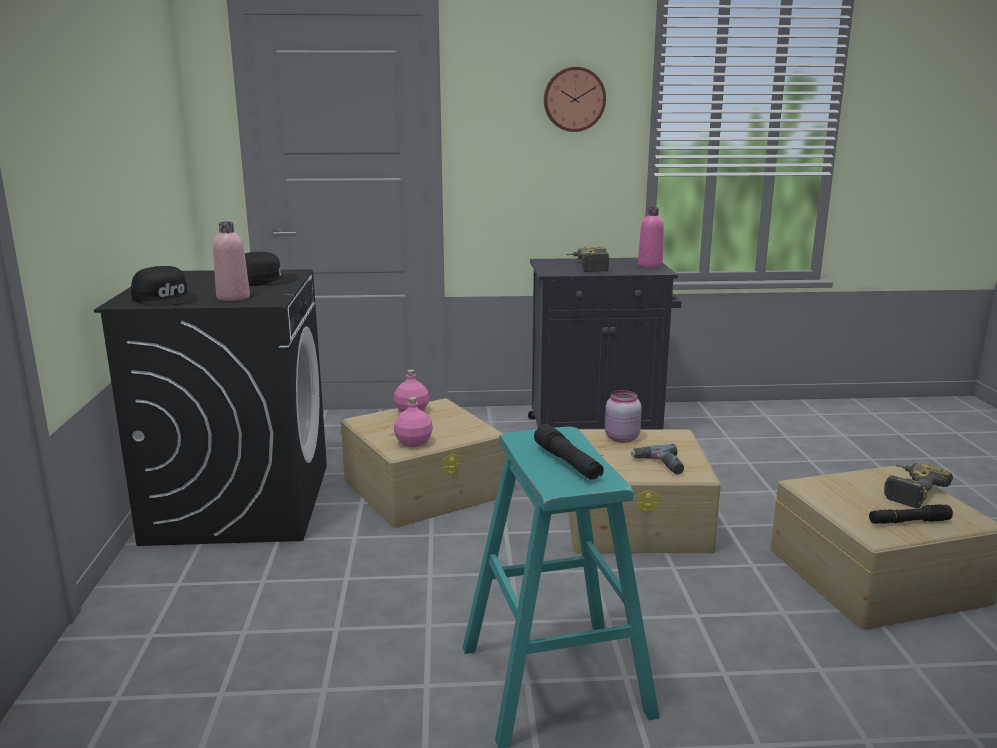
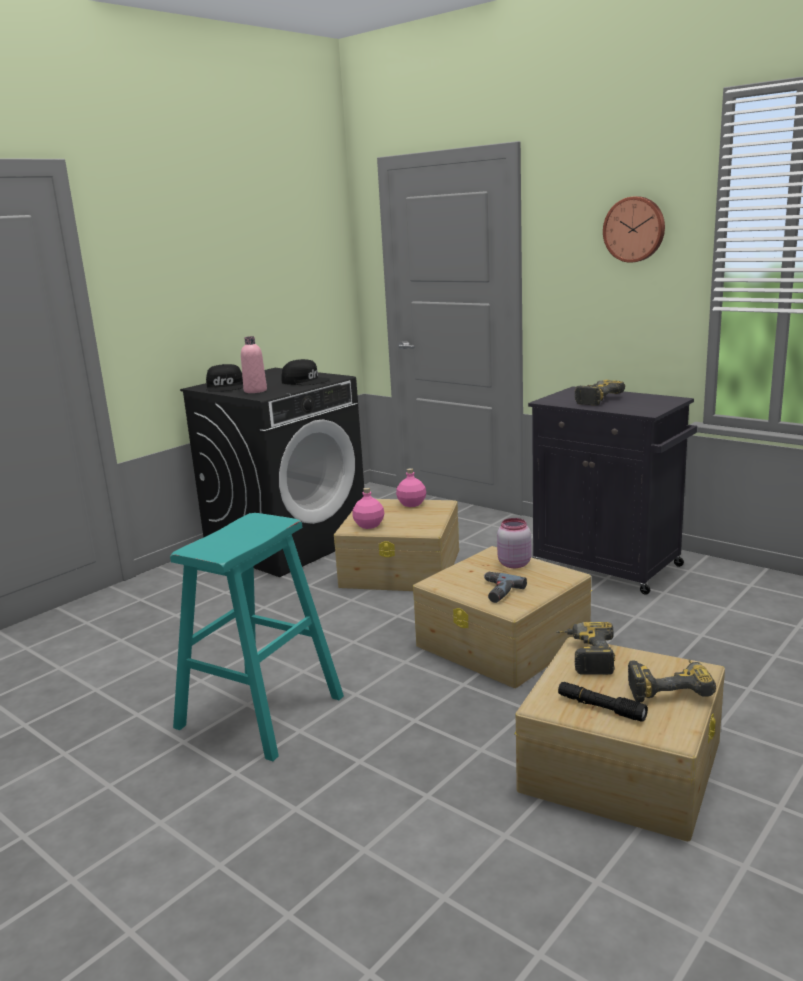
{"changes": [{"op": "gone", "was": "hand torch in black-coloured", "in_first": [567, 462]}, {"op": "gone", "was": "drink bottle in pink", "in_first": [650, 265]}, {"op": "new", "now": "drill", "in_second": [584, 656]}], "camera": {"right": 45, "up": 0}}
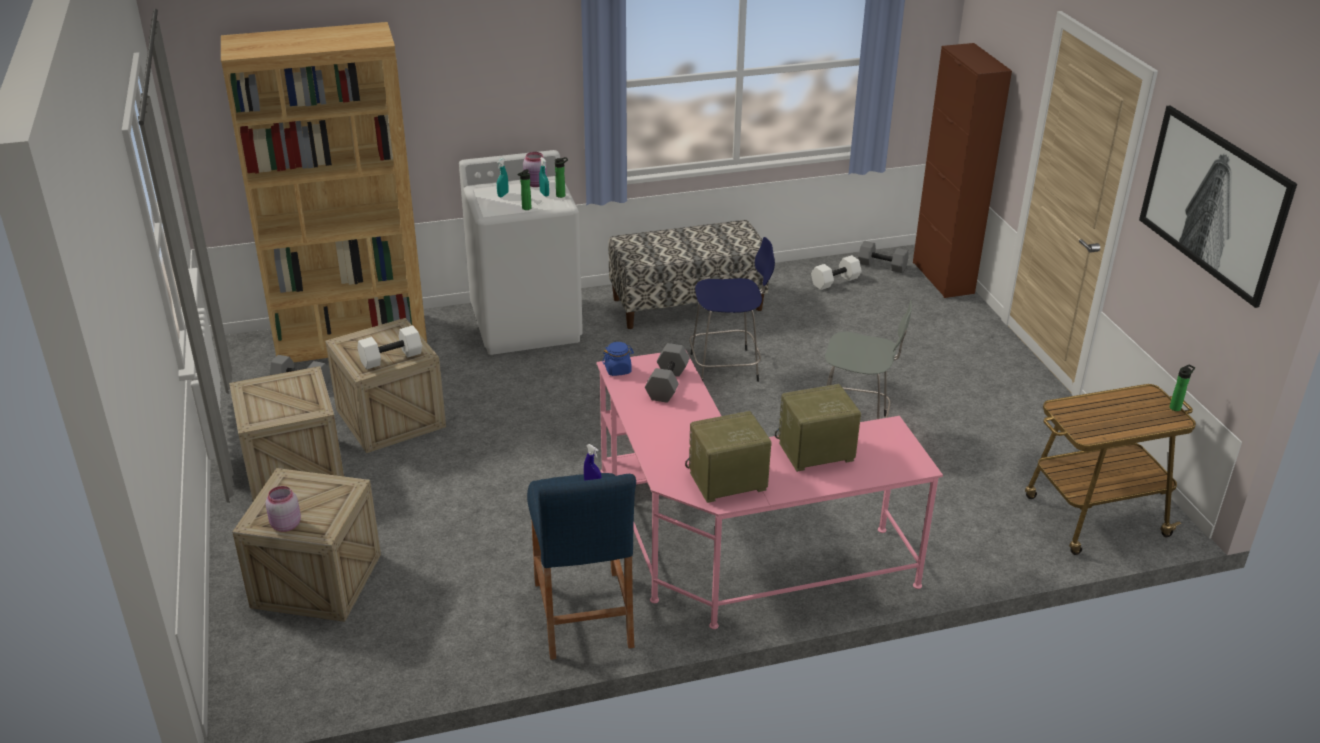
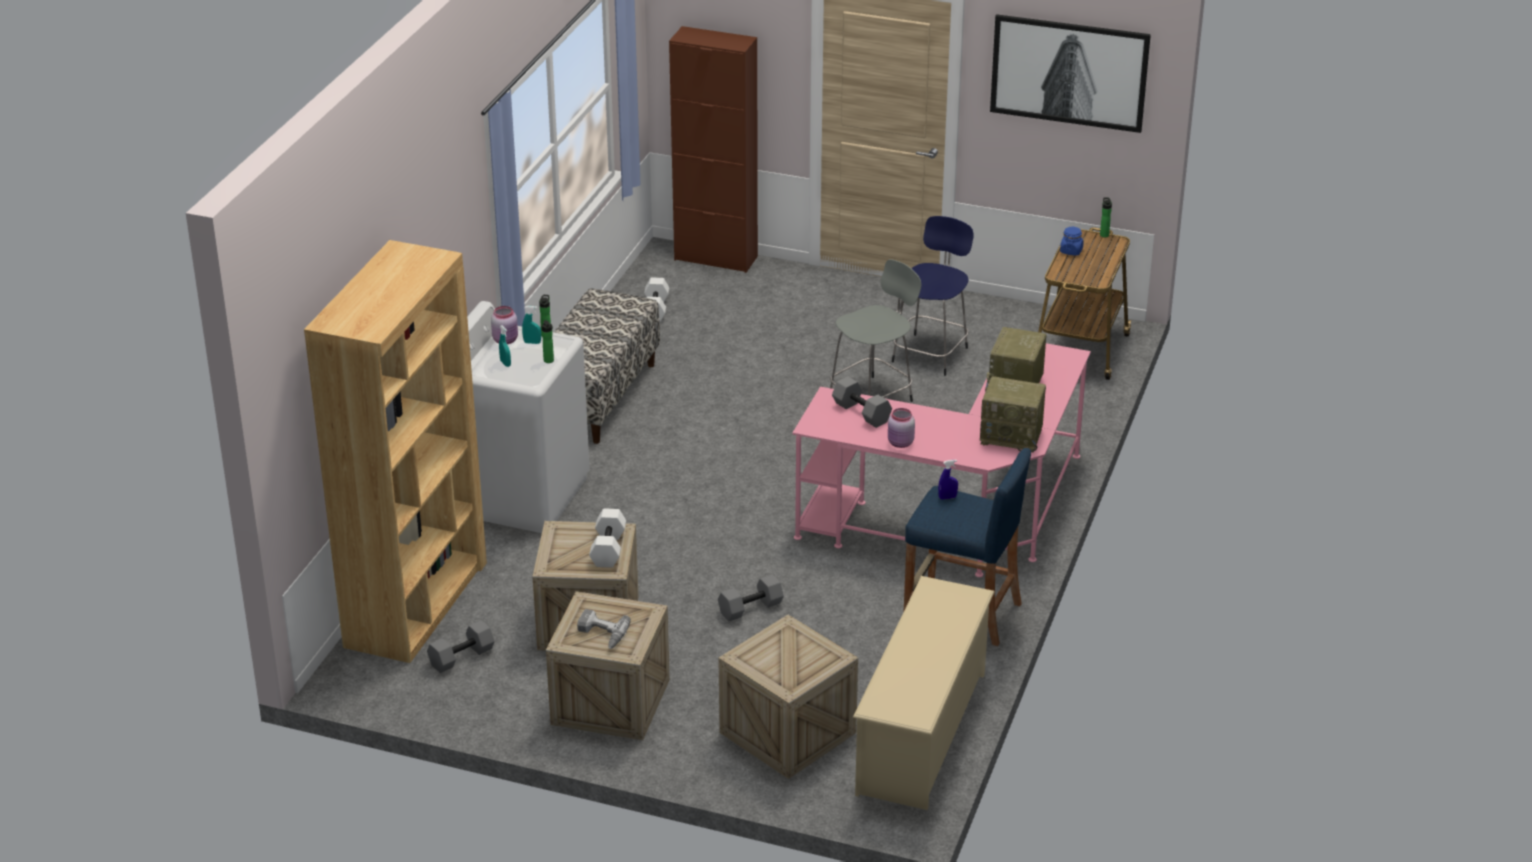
{"changes": [{"op": "shifted", "was": "storage jar in pink", "in_first": [285, 525], "in_second": [900, 443]}, {"op": "shifted", "was": "storage jar in bluish", "in_first": [618, 370], "in_second": [1071, 251]}, {"op": "rotated", "was": "radio receiver", "in_first": [726, 482], "in_second": [1012, 436], "clockwise": -90}, {"op": "shifted", "was": "stool in bluish", "in_first": [727, 367], "in_second": [931, 353]}, {"op": "shifted", "was": "dumbbell in greyish", "in_first": [882, 265], "in_second": [750, 607]}, {"op": "new", "now": "drill", "in_second": [601, 635]}, {"op": "new", "now": "shoe rack in beige", "in_second": [922, 733]}], "camera": {"right": -55, "up": 0}}
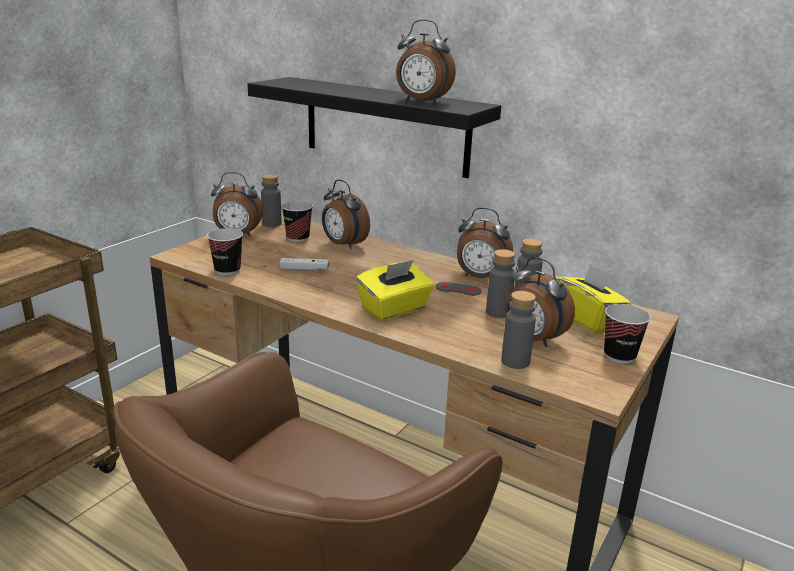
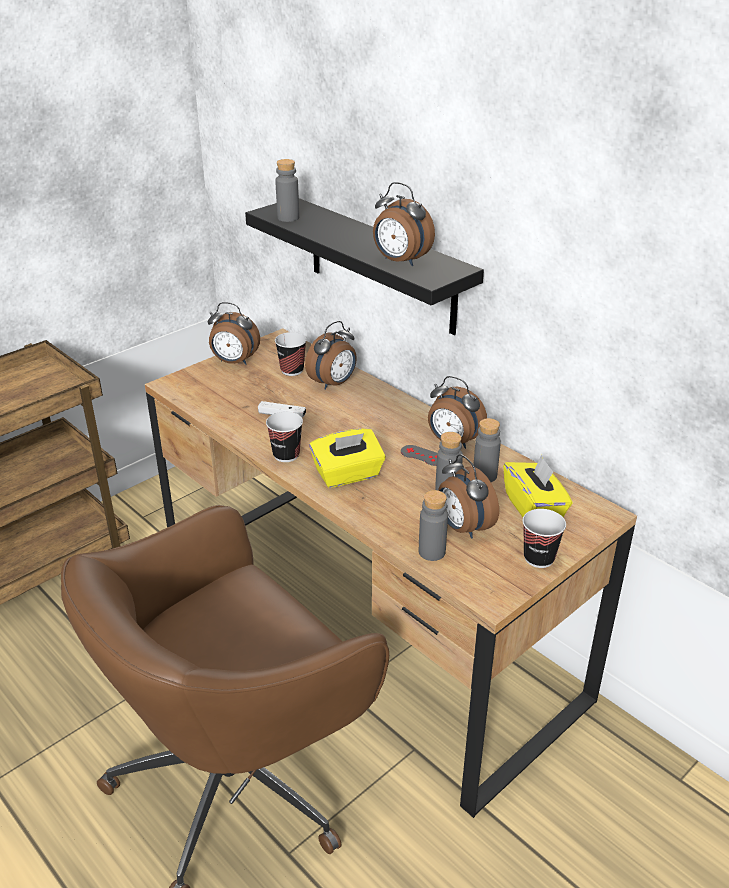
{"changes": [{"op": "shifted", "was": "drinking cup", "in_first": [227, 270], "in_second": [286, 455]}, {"op": "shifted", "was": "drink bottle in greyish", "in_first": [272, 223], "in_second": [288, 218]}, {"op": "rotated", "was": "alarm clock", "in_first": [343, 245], "in_second": [333, 384], "clockwise": -105}], "camera": {"right": 15, "up": 10}}
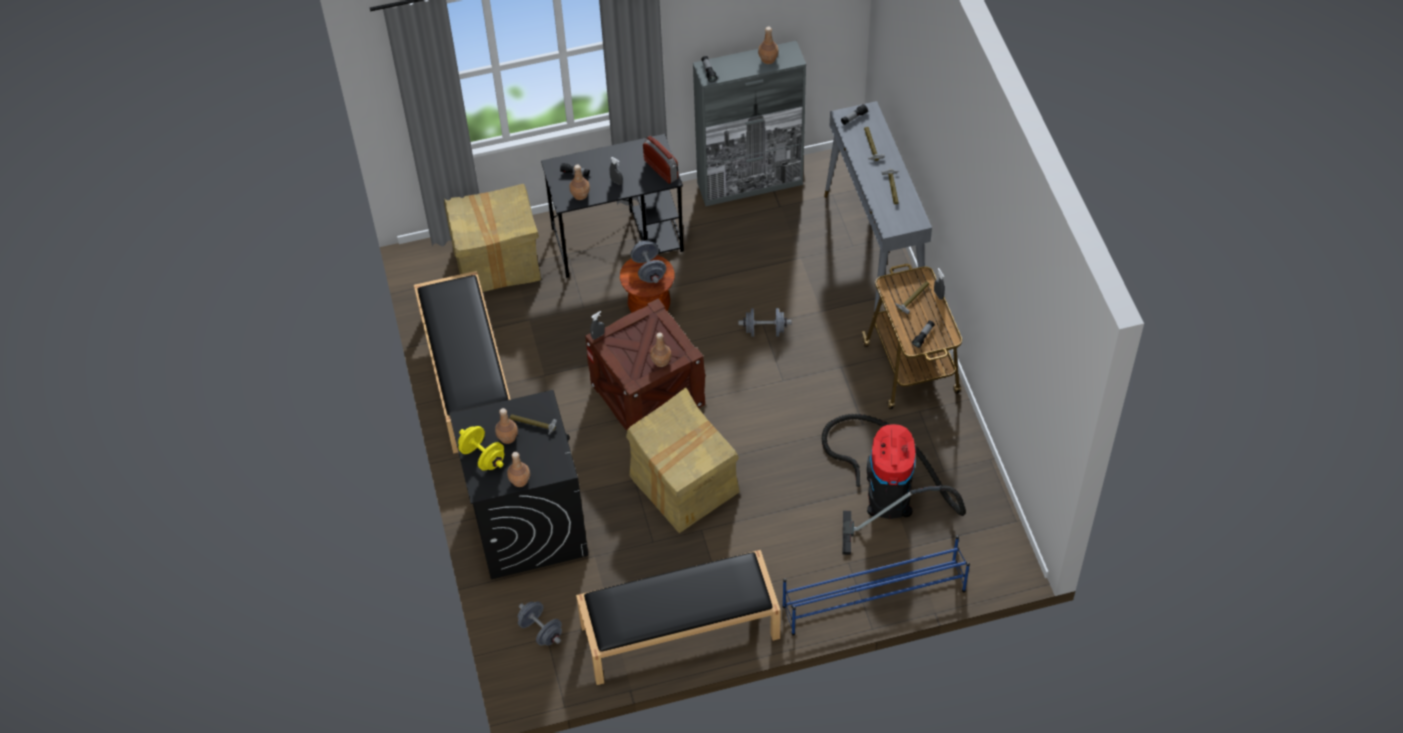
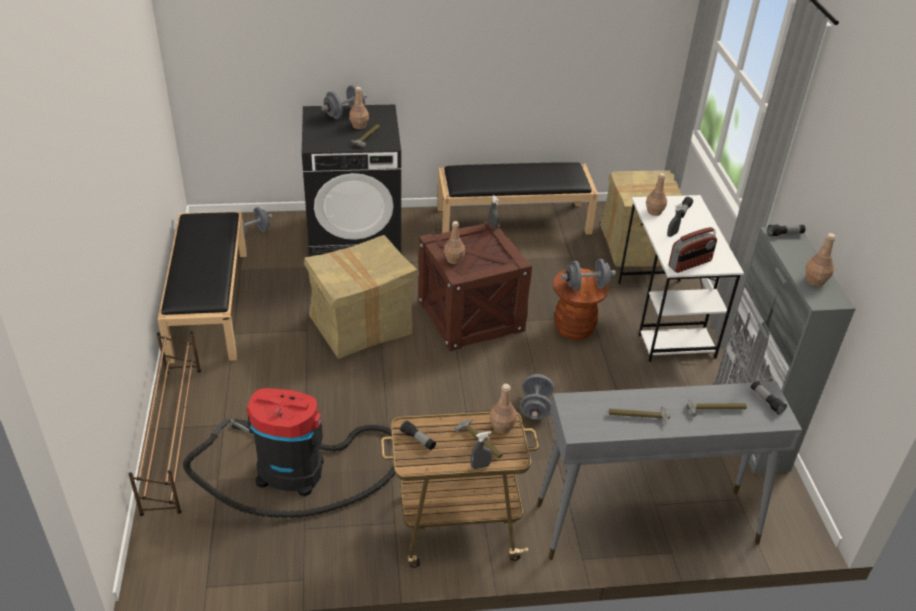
{"changes": [{"op": "repainted", "was": "dumbbell in yellow", "now": "dumbbell in greyish", "in_first": [483, 457], "in_second": [344, 114]}, {"op": "shifted", "was": "drink bottle in brown", "in_first": [519, 480], "in_second": [502, 426]}, {"op": "repainted", "was": "desk table in black-coloured", "now": "desk table in white-coloured", "in_first": [618, 239], "in_second": [665, 319]}, {"op": "repainted", "was": "shoe rack in bluish", "now": "shoe rack in brown", "in_first": [873, 598], "in_second": [173, 436]}], "camera": {"right": 95, "up": -15}}
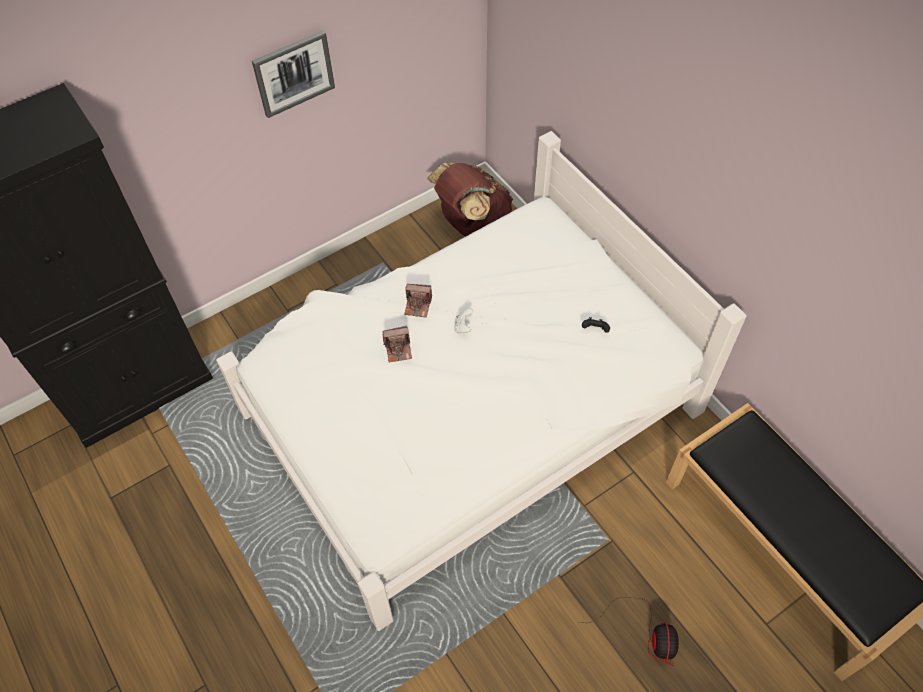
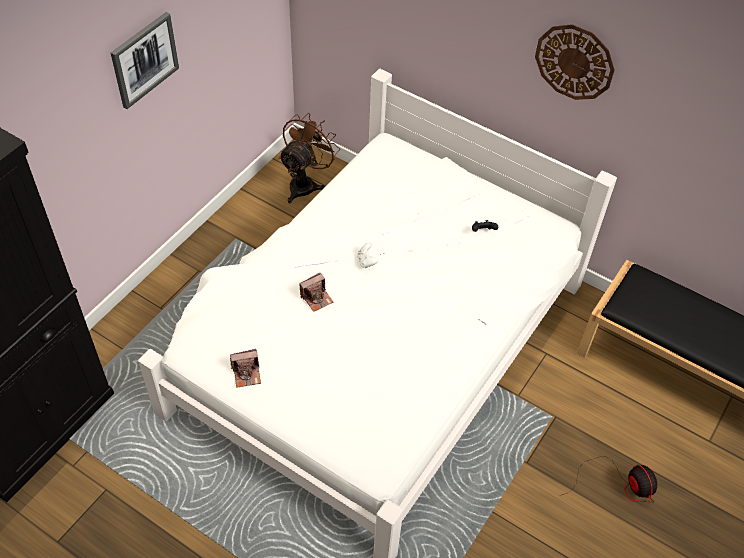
{"changes": [{"op": "shifted", "was": "still camera", "in_first": [418, 306], "in_second": [247, 374]}, {"op": "swapped", "was": "rucksack in brown", "now": "cooling fan in brown", "in_first": [472, 225], "in_second": [306, 184]}, {"op": "new", "now": "hanging clock", "in_second": [574, 62]}], "camera": {"right": -25, "up": -5}}
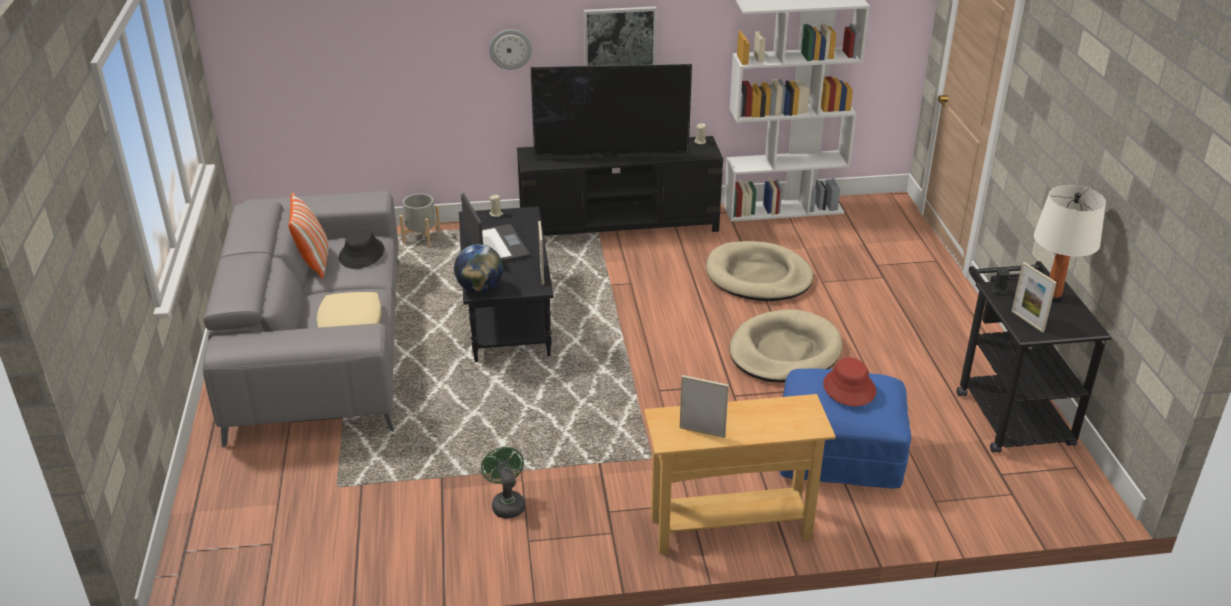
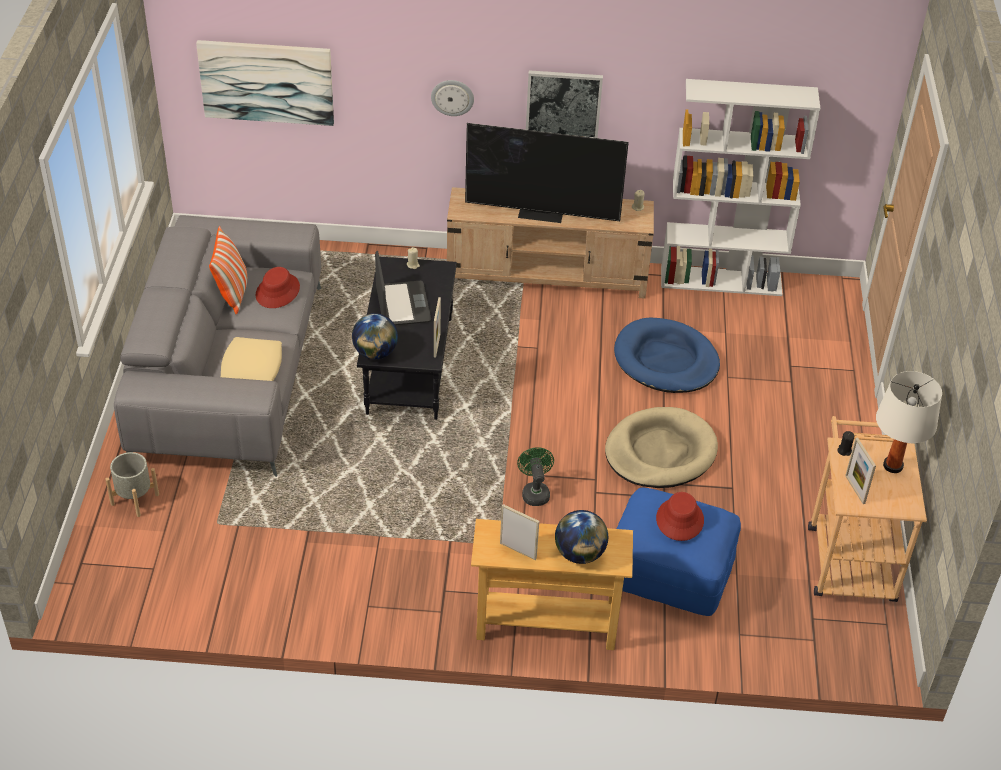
{"changes": [{"op": "repainted", "was": "clothing hat in black-coloured", "now": "clothing hat in red-coloured", "in_first": [362, 254], "in_second": [278, 291]}, {"op": "shifted", "was": "planter in greyish", "in_first": [421, 238], "in_second": [134, 499]}, {"op": "shifted", "was": "cooling fan in green", "in_first": [506, 503], "in_second": [535, 492]}, {"op": "repainted", "was": "media console in black-coloured", "now": "media console in beige", "in_first": [619, 225], "in_second": [547, 275]}, {"op": "repainted", "was": "pet bed in beige", "now": "pet bed in bluish", "in_first": [758, 276], "in_second": [665, 360]}, {"op": "repainted", "was": "cart in black-coloured", "now": "cart in beige", "in_first": [1009, 412], "in_second": [850, 555]}, {"op": "new", "now": "wall picture", "in_second": [266, 82]}, {"op": "new", "now": "globe", "in_second": [579, 554]}], "camera": {"right": 10, "up": 10}}
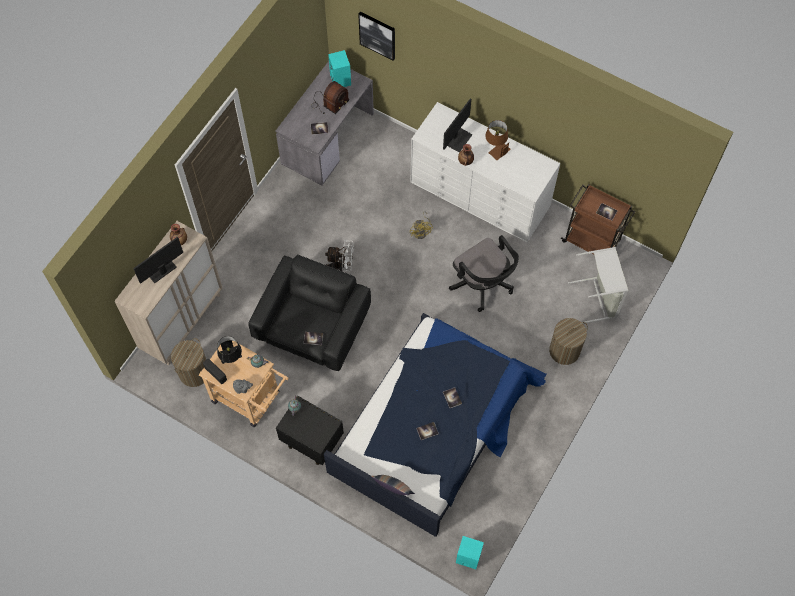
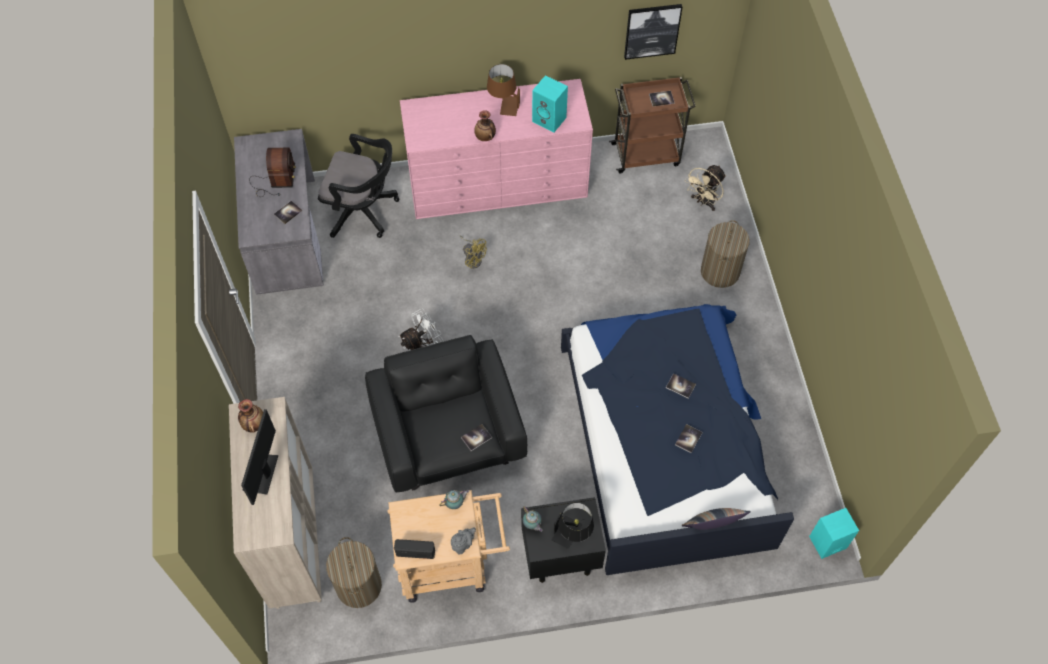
{"changes": [{"op": "shifted", "was": "table lamp in black-coloured", "in_first": [231, 358], "in_second": [573, 535]}, {"op": "shifted", "was": "speaker in turquoise-coloured", "in_first": [341, 80], "in_second": [550, 119]}, {"op": "shifted", "was": "wall picture", "in_first": [377, 35], "in_second": [652, 30]}, {"op": "repainted", "was": "dresser in white-coloured", "now": "dresser in pink", "in_first": [480, 194], "in_second": [497, 183]}, {"op": "gone", "was": "computer screen", "in_first": [459, 139]}, {"op": "shifted", "was": "office chair in black-coloured", "in_first": [483, 285], "in_second": [363, 211]}, {"op": "swapped", "was": "laundry basket in greyish", "now": "cooling fan in beige", "in_first": [598, 299], "in_second": [703, 202]}], "camera": {"right": -40, "up": -5}}
